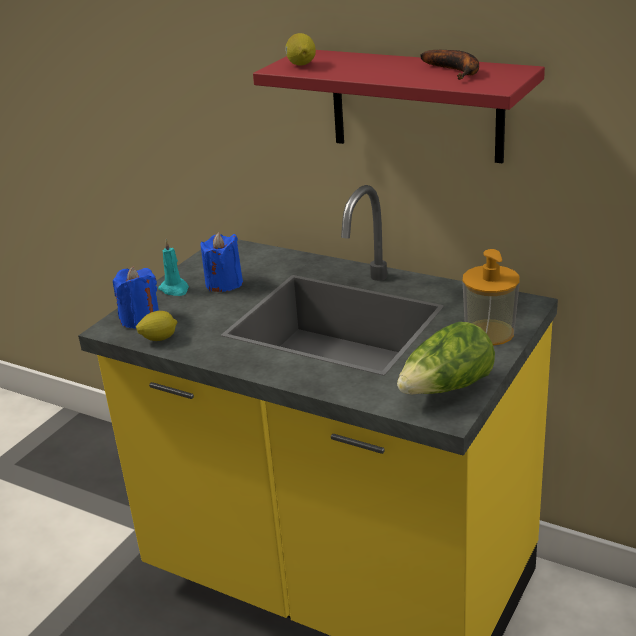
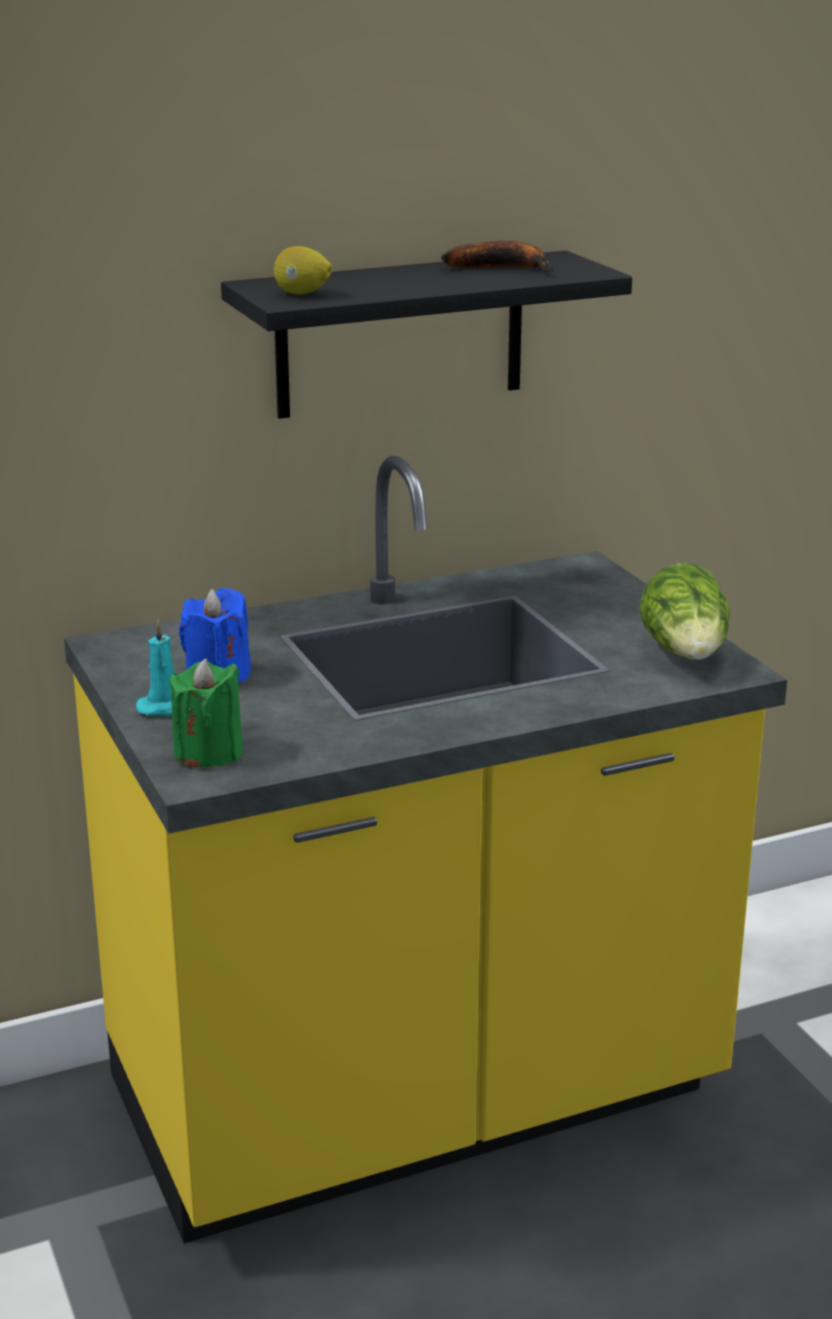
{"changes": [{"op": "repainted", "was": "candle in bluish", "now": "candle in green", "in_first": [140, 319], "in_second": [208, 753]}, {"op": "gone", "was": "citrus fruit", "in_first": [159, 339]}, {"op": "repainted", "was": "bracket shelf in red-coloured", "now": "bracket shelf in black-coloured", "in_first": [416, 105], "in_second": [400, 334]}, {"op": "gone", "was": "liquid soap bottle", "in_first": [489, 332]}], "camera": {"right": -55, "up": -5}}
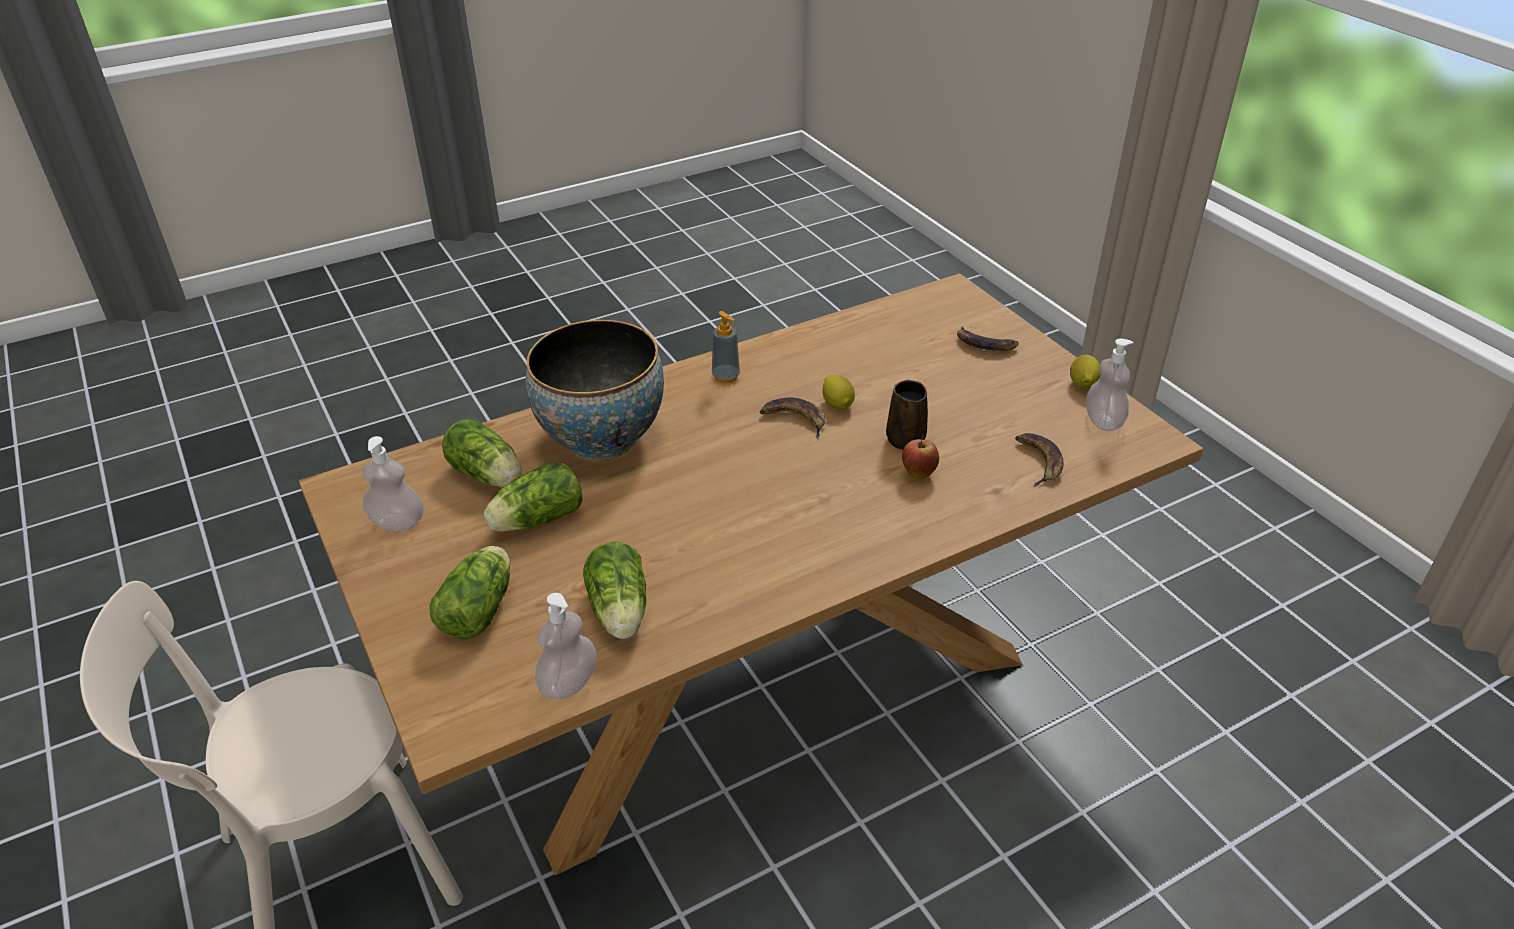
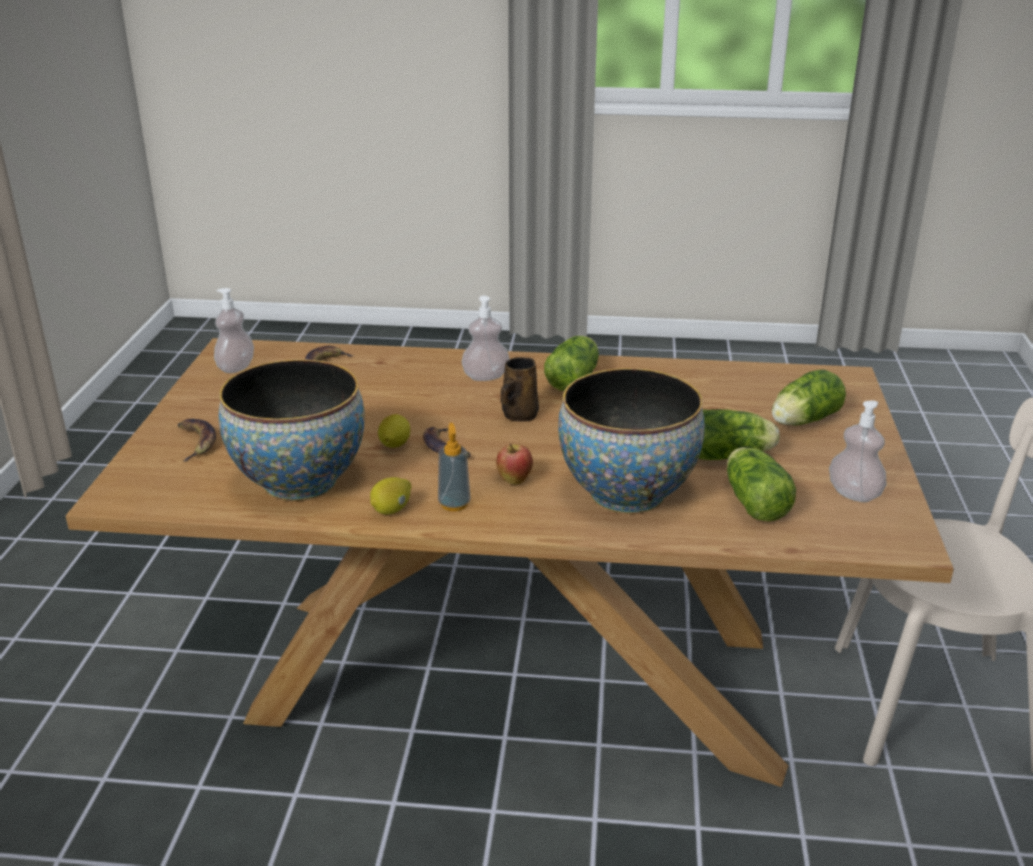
{"changes": [{"op": "shifted", "was": "liquid soap bottle", "in_first": [569, 683], "in_second": [485, 377]}, {"op": "shifted", "was": "head of lettuce", "in_first": [619, 612], "in_second": [574, 379]}, {"op": "shifted", "was": "mug in brown", "in_first": [905, 438], "in_second": [518, 415]}, {"op": "shifted", "was": "apple fruit", "in_first": [918, 474], "in_second": [514, 481]}, {"op": "shifted", "was": "citrus fruit", "in_first": [1082, 384], "in_second": [392, 510]}, {"op": "new", "now": "deep dish", "in_second": [300, 482]}], "camera": {"right": -145, "up": -10}}
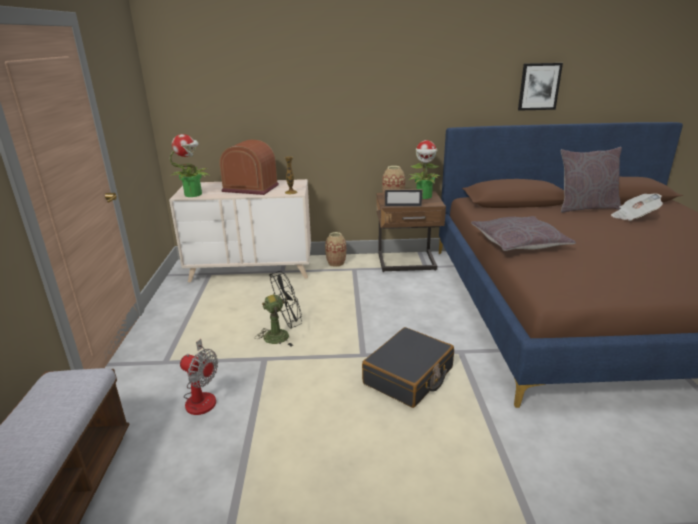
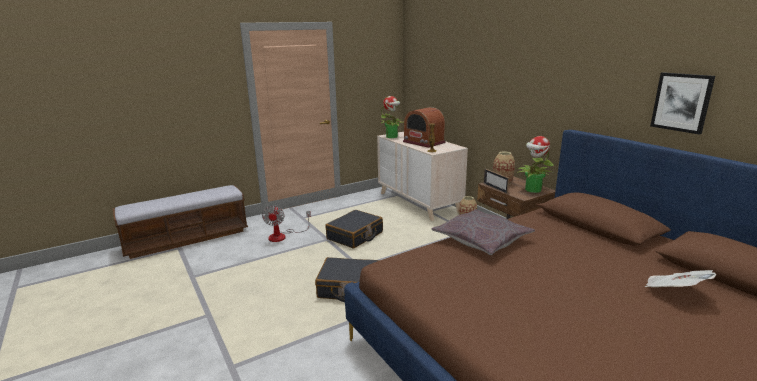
{"changes": [{"op": "rotated", "was": "radio receiver", "in_first": [251, 188], "in_second": [423, 142], "clockwise": 150}, {"op": "swapped", "was": "cooling fan in black-coloured", "now": "piece of luggage in black-coloured", "in_first": [282, 335], "in_second": [355, 236]}, {"op": "gone", "was": "cushion in greyish", "in_first": [585, 208]}], "camera": {"right": 60, "up": -5}}
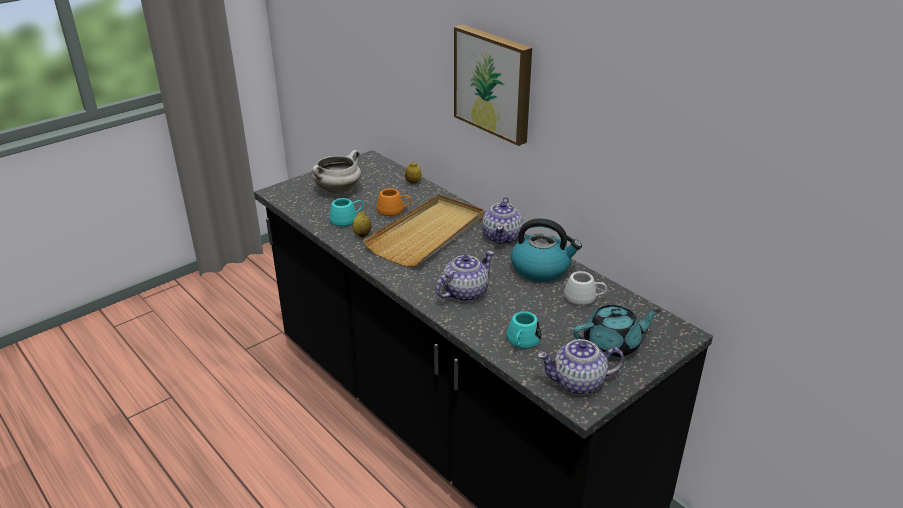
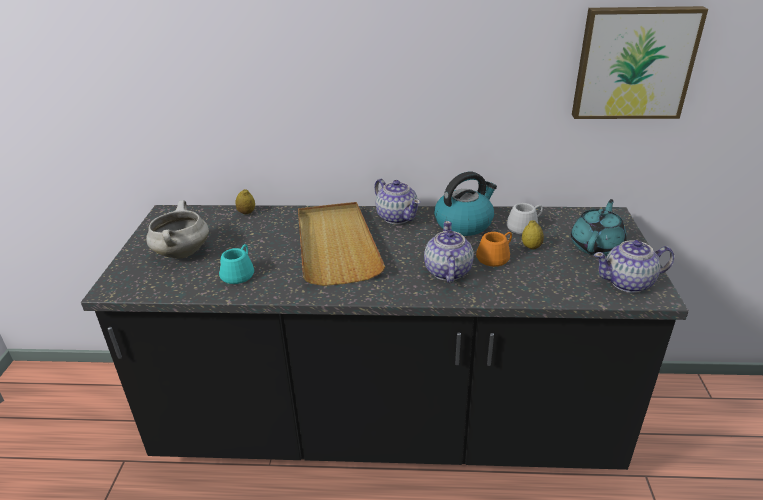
{"changes": [{"op": "shifted", "was": "citrus fruit", "in_first": [362, 235], "in_second": [531, 247]}, {"op": "shifted", "was": "mug in orange", "in_first": [394, 210], "in_second": [495, 257]}, {"op": "shifted", "was": "wall picture", "in_first": [494, 83], "in_second": [633, 63]}, {"op": "gone", "was": "mug in turquoise-coloured", "in_first": [522, 342]}, {"op": "rotated", "was": "tea pot", "in_first": [579, 383], "in_second": [628, 283], "clockwise": 45}], "camera": {"right": -45, "up": 0}}
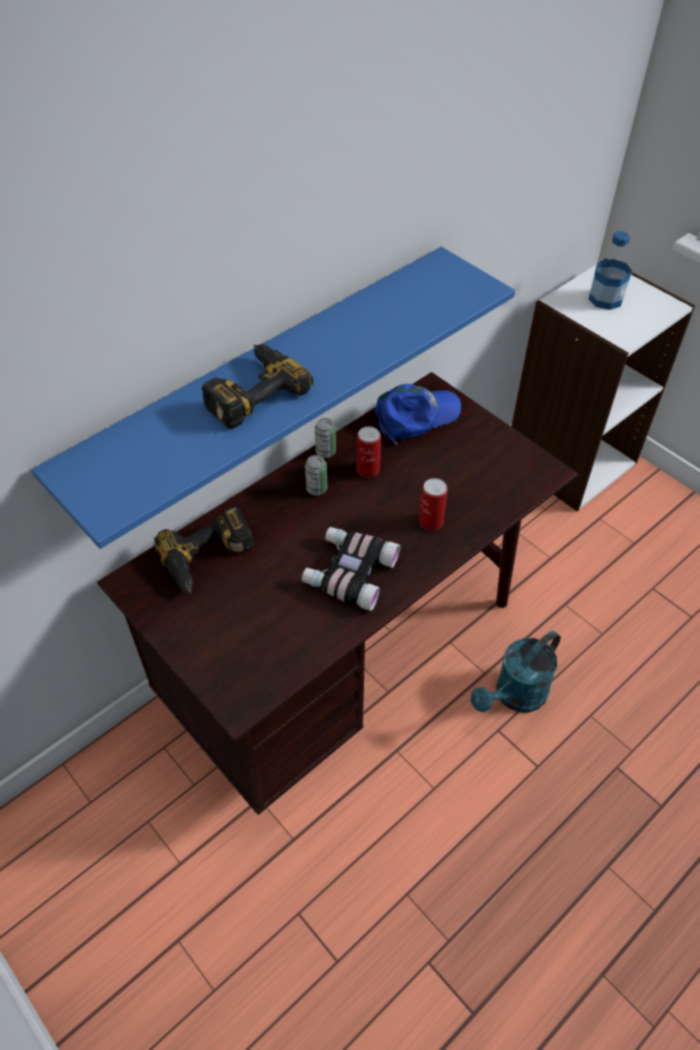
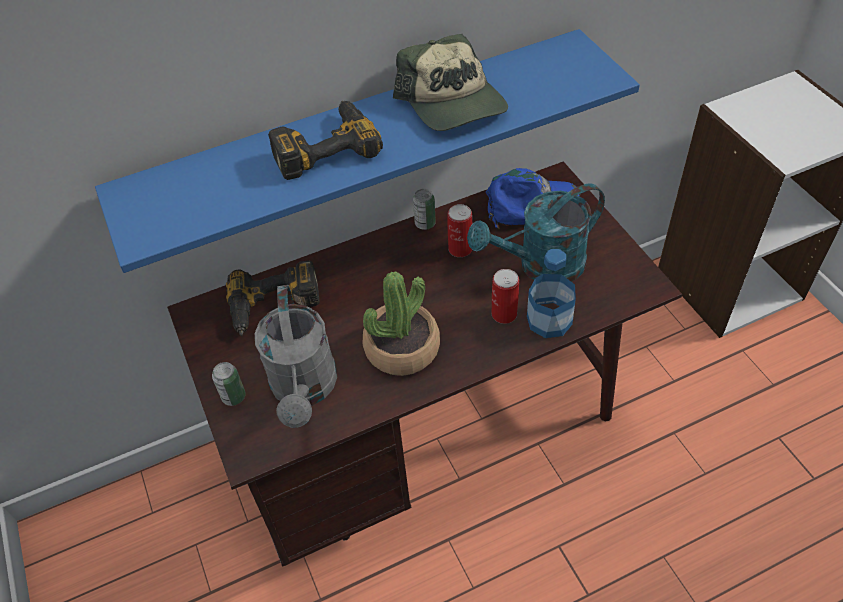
{"changes": [{"op": "swapped", "was": "field glasses", "now": "potted plant", "in_first": [349, 572], "in_second": [402, 348]}, {"op": "shifted", "was": "metal can", "in_first": [316, 489], "in_second": [234, 396]}, {"op": "shifted", "was": "watering pot in turquoise-coloured", "in_first": [515, 696], "in_second": [541, 266]}, {"op": "shifted", "was": "drink bottle", "in_first": [605, 299], "in_second": [549, 320]}, {"op": "new", "now": "watering pot in greyish", "in_second": [305, 389]}, {"op": "new", "now": "peaked cap", "in_second": [453, 102]}], "camera": {"right": 20, "up": 0}}
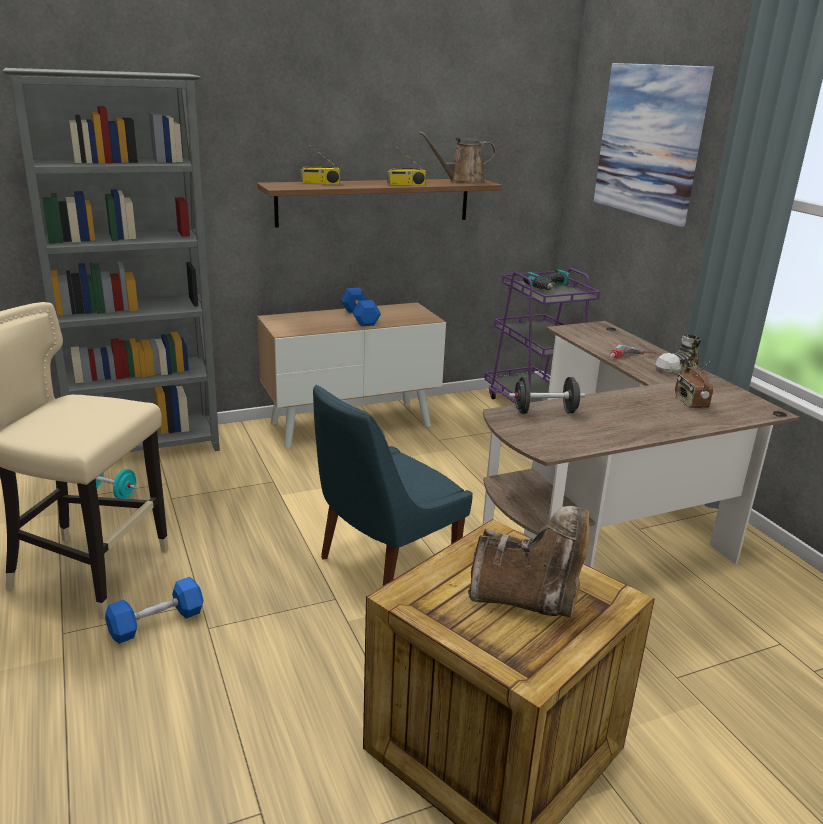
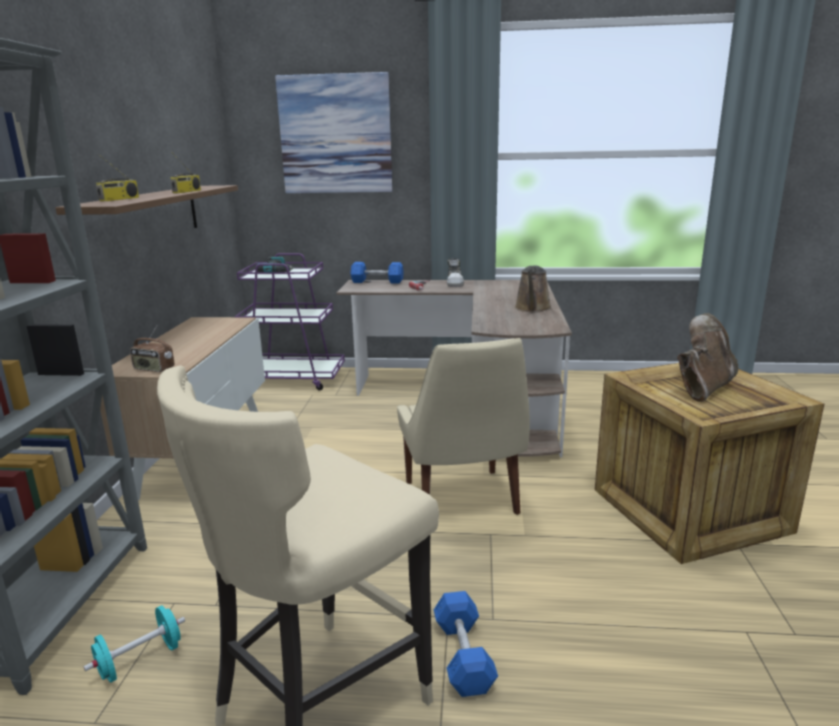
{"changes": [{"op": "repainted", "was": "chair in bluish", "now": "chair in beige", "in_first": [383, 567], "in_second": [462, 500]}, {"op": "shifted", "was": "dumbbell in bluish", "in_first": [360, 317], "in_second": [377, 282]}, {"op": "shifted", "was": "watering pot in brown", "in_first": [462, 181], "in_second": [532, 309]}, {"op": "gone", "was": "dumbbell in black-coloured", "in_first": [544, 412]}, {"op": "shifted", "was": "radio receiver", "in_first": [690, 402], "in_second": [153, 369]}], "camera": {"right": -60, "up": -5}}
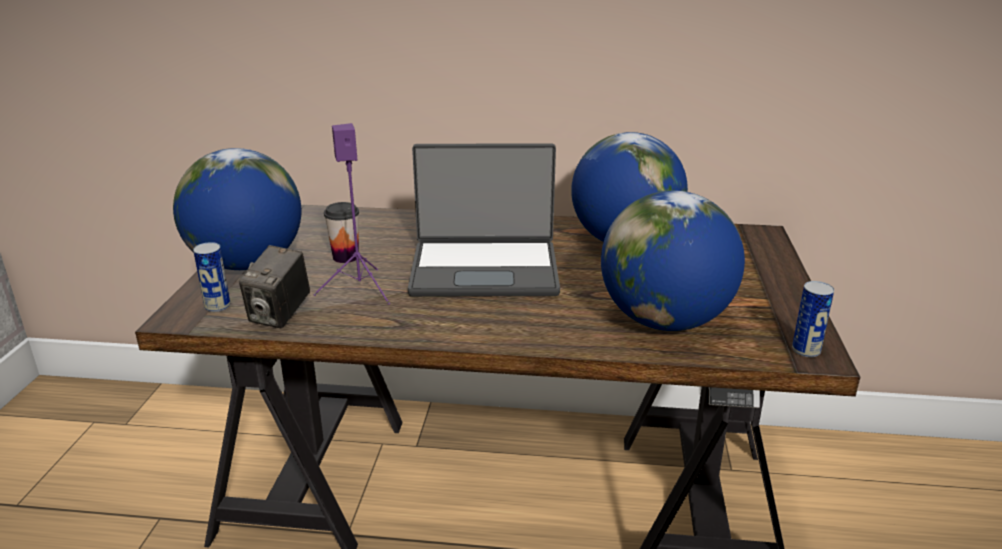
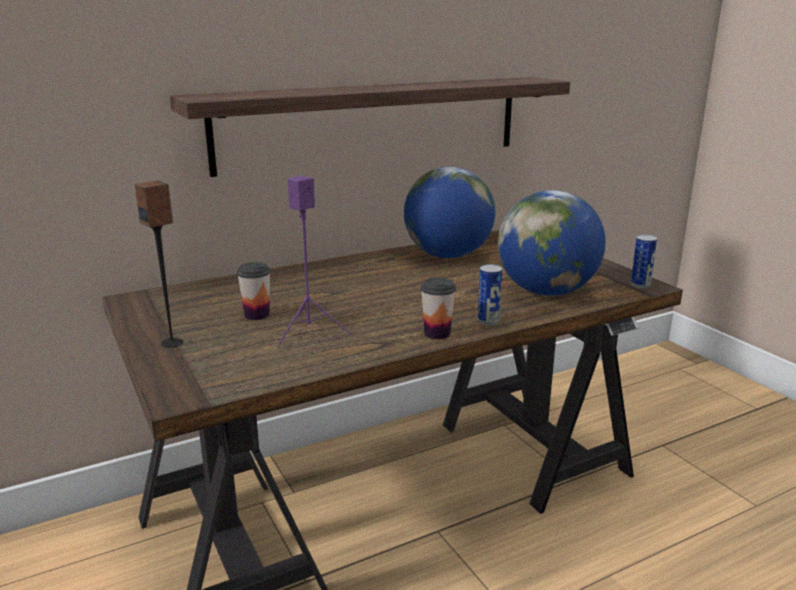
{"changes": [{"op": "swapped", "was": "globe", "now": "speaker", "in_first": [247, 264], "in_second": [172, 343]}, {"op": "shifted", "was": "metal can", "in_first": [217, 306], "in_second": [488, 321]}, {"op": "gone", "was": "still camera", "in_first": [280, 315]}, {"op": "gone", "was": "notebook computer", "in_first": [485, 269]}, {"op": "new", "now": "bracket shelf", "in_second": [373, 123]}, {"op": "new", "now": "drinking cup", "in_second": [437, 333]}], "camera": {"right": -35, "up": -5}}
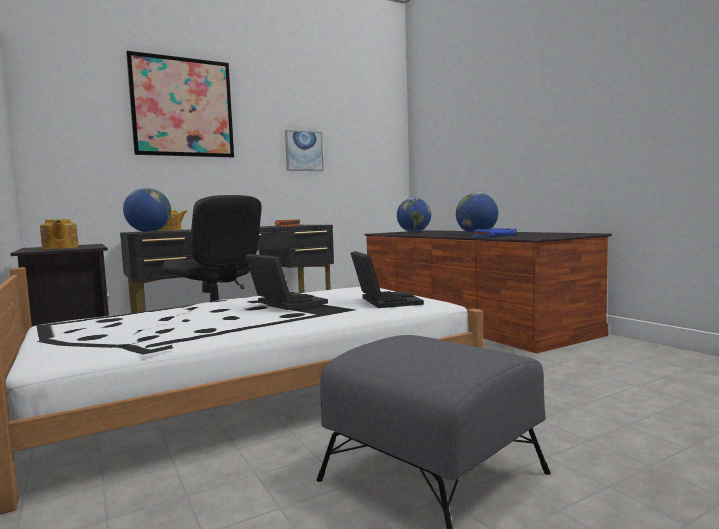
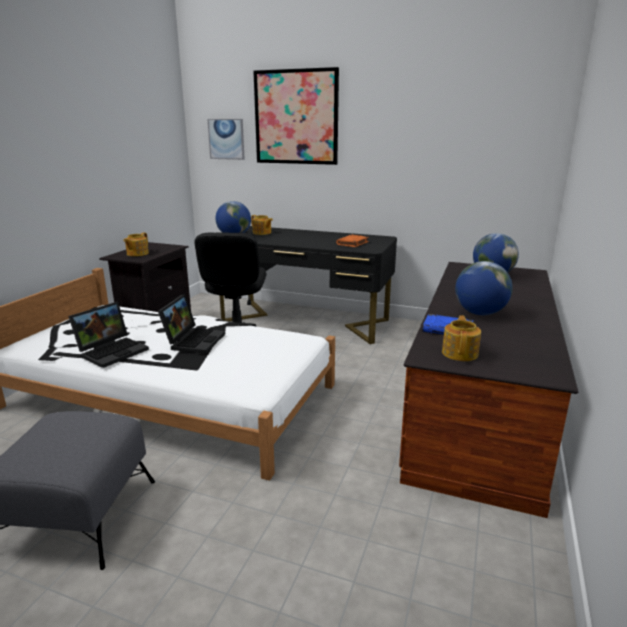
{"changes": [{"op": "shifted", "was": "wall picture", "in_first": [304, 151], "in_second": [226, 139]}, {"op": "shifted", "was": "notebook computer", "in_first": [383, 301], "in_second": [113, 351]}, {"op": "new", "now": "tea pot", "in_second": [460, 353]}], "camera": {"right": 50, "up": 15}}
